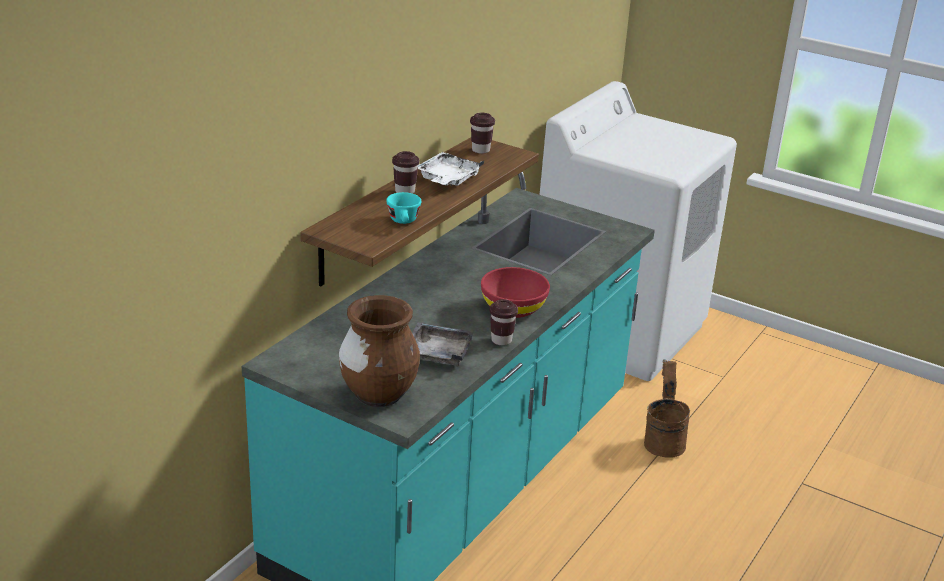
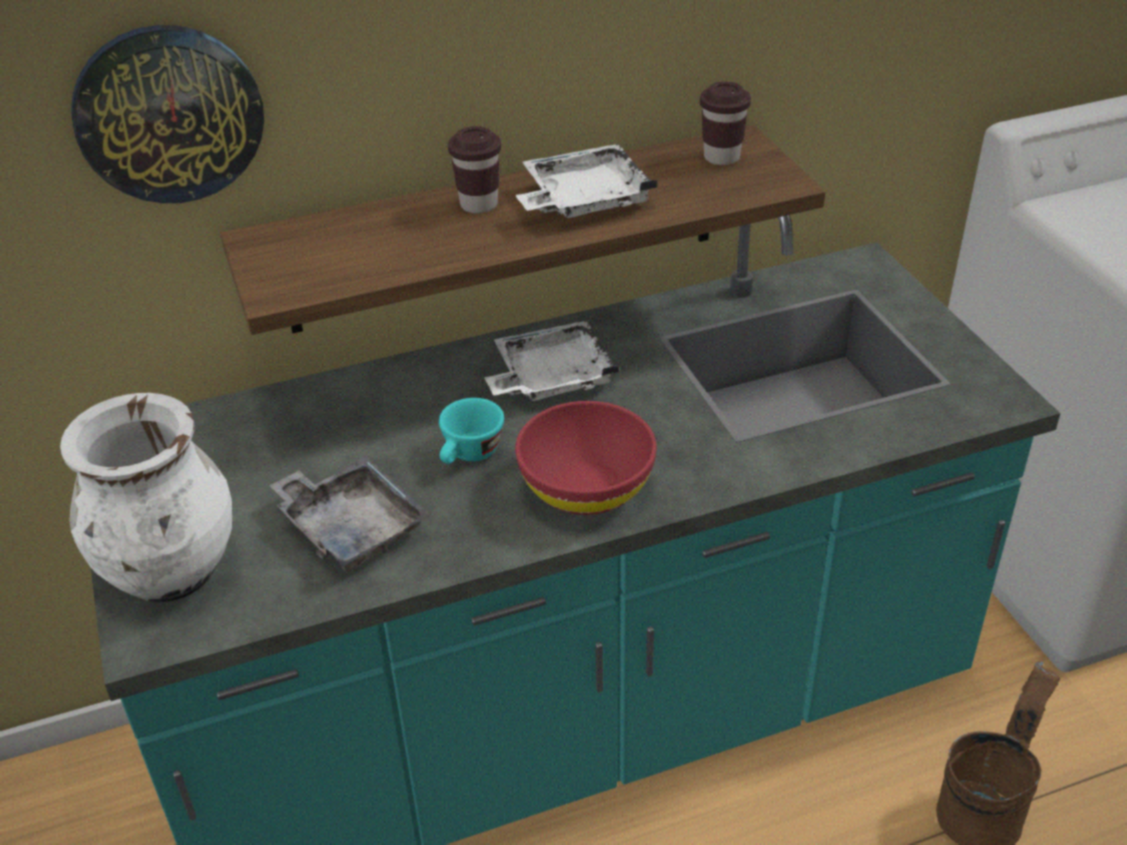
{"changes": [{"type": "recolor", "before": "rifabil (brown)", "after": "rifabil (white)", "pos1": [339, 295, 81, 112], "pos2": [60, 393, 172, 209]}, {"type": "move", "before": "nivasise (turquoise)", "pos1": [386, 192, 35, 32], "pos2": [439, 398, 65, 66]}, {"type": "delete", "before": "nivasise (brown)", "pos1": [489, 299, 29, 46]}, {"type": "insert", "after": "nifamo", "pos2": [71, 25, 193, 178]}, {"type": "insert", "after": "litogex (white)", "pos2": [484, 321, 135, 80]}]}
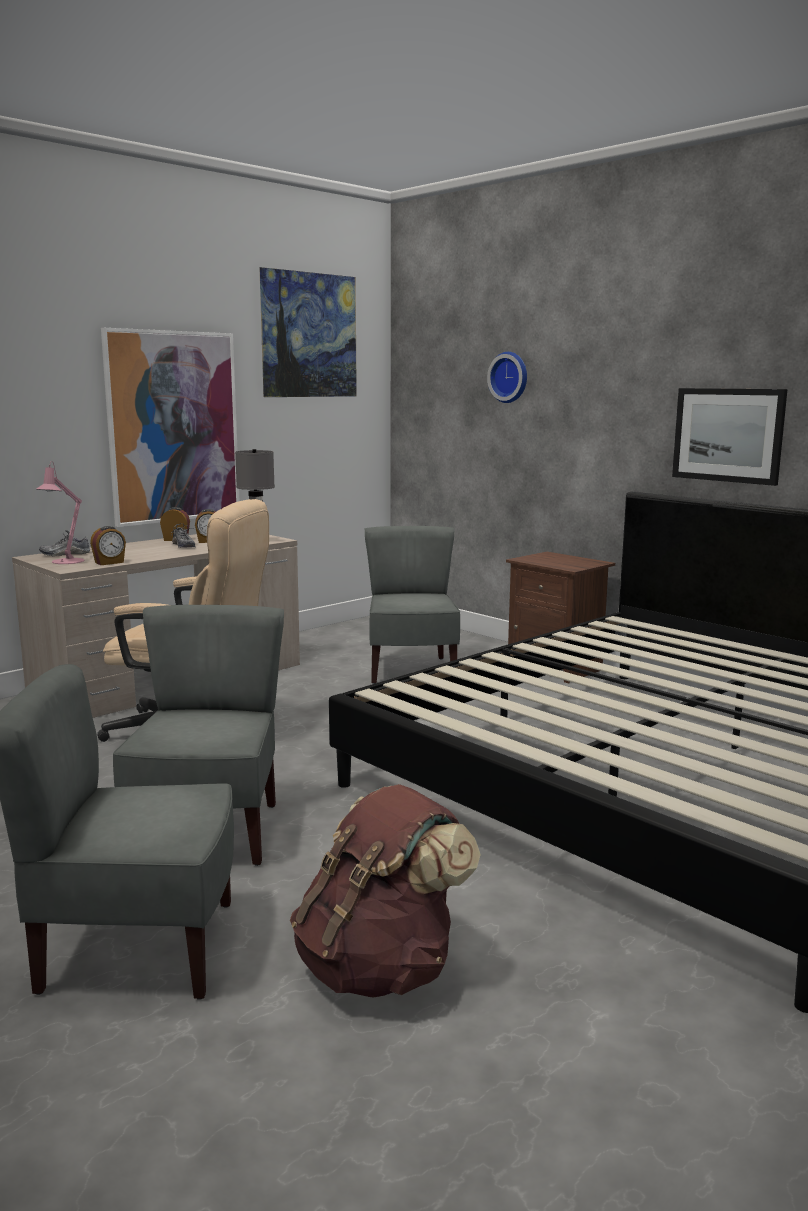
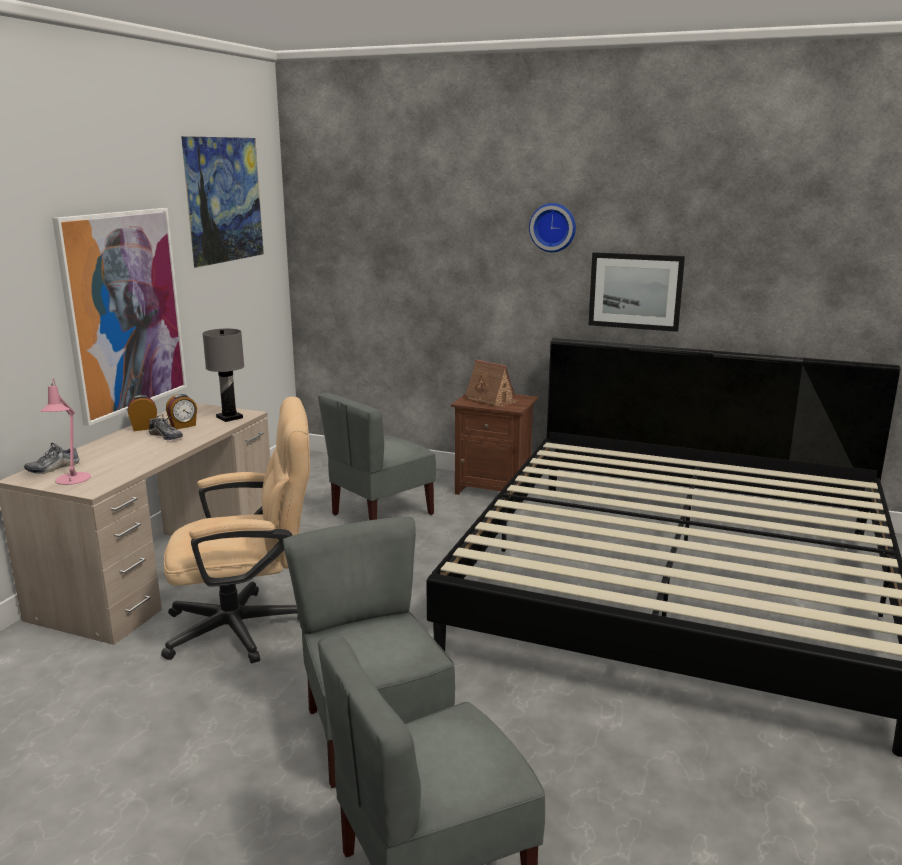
{"changes": [{"type": "delete", "before": "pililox", "pos1": [90, 526, 36, 39]}, {"type": "delete", "before": "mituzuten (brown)", "pos1": [290, 784, 191, 213]}, {"type": "rotate", "before": "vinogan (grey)", "pos1": [365, 526, 95, 158], "pos2": [318, 393, 118, 127], "turn": -105}, {"type": "move", "before": "nifamo", "pos1": [487, 352, 40, 51], "pos2": [529, 203, 47, 49]}, {"type": "insert", "after": "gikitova", "pos2": [465, 360, 54, 47]}]}
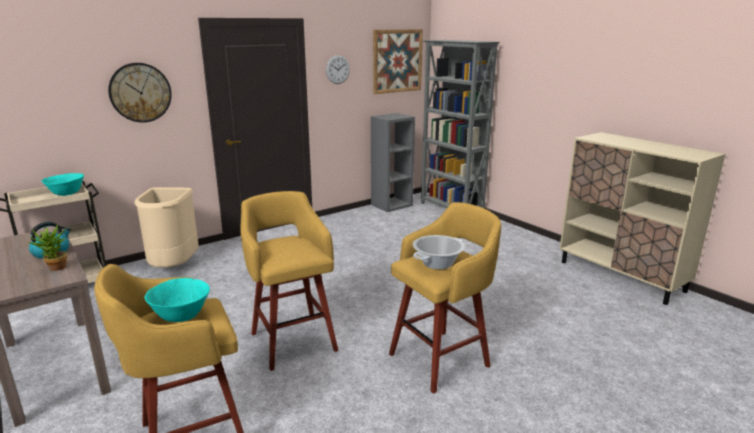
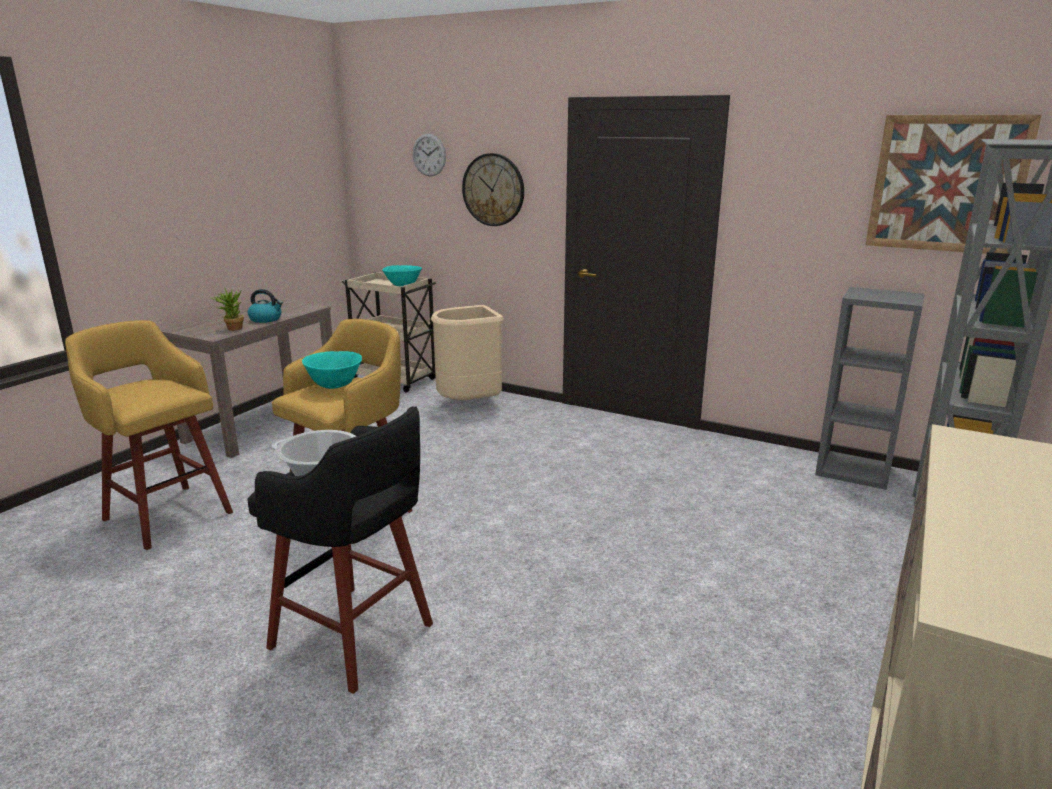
{"changes": [{"type": "move", "before": "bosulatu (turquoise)", "pos1": [145, 278, 65, 44], "pos2": [302, 351, 60, 38]}, {"type": "move", "before": "nifamo", "pos1": [326, 55, 24, 29], "pos2": [413, 134, 33, 42]}, {"type": "recolor", "before": "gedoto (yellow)", "after": "gedoto (black)", "pos1": [389, 202, 112, 192], "pos2": [247, 406, 186, 288]}]}
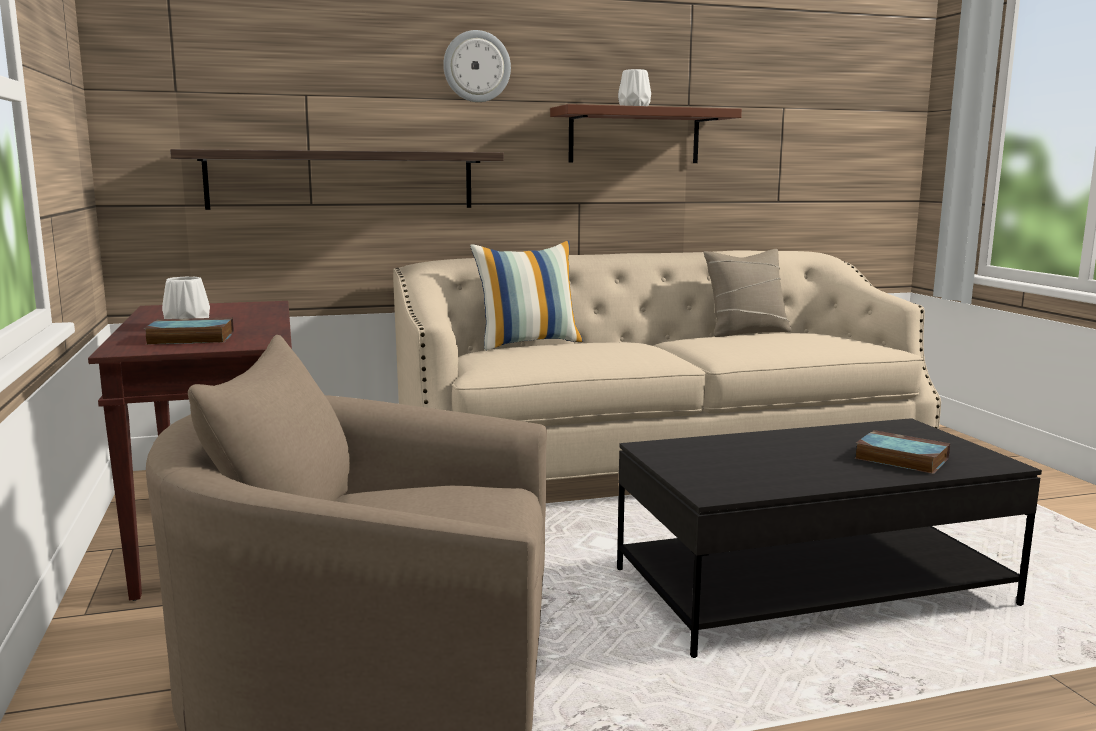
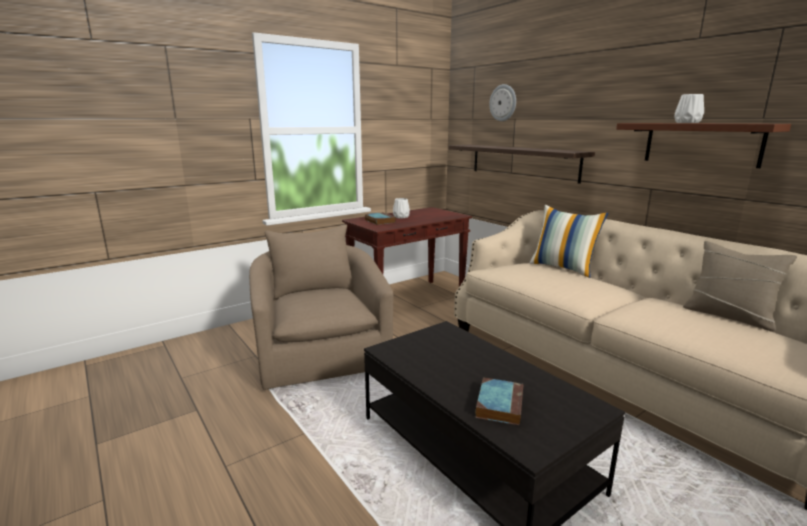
{"changes": [{"type": "move", "before": "nifamo", "pos1": [443, 30, 68, 72], "pos2": [489, 84, 27, 37]}]}
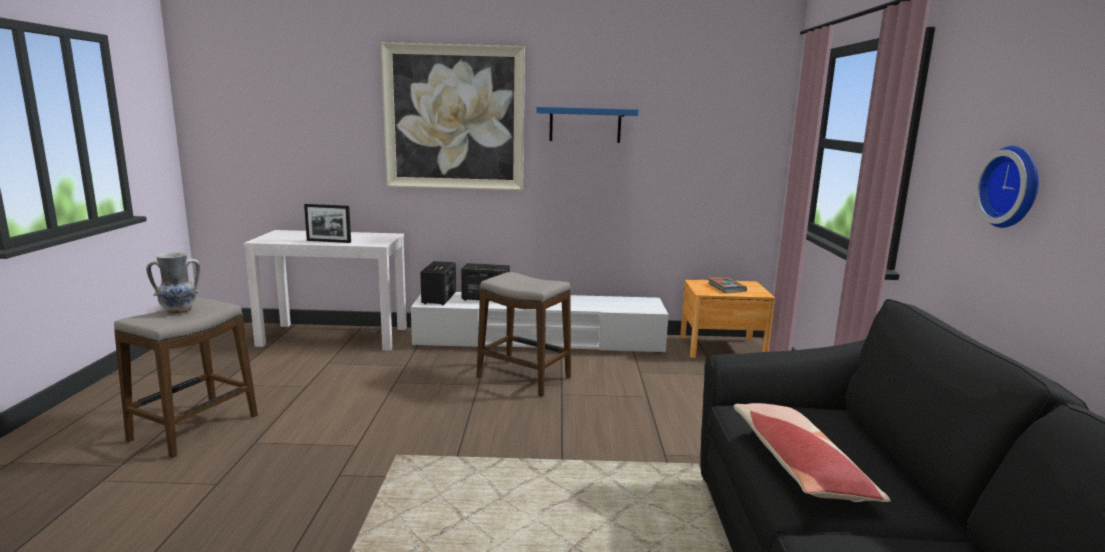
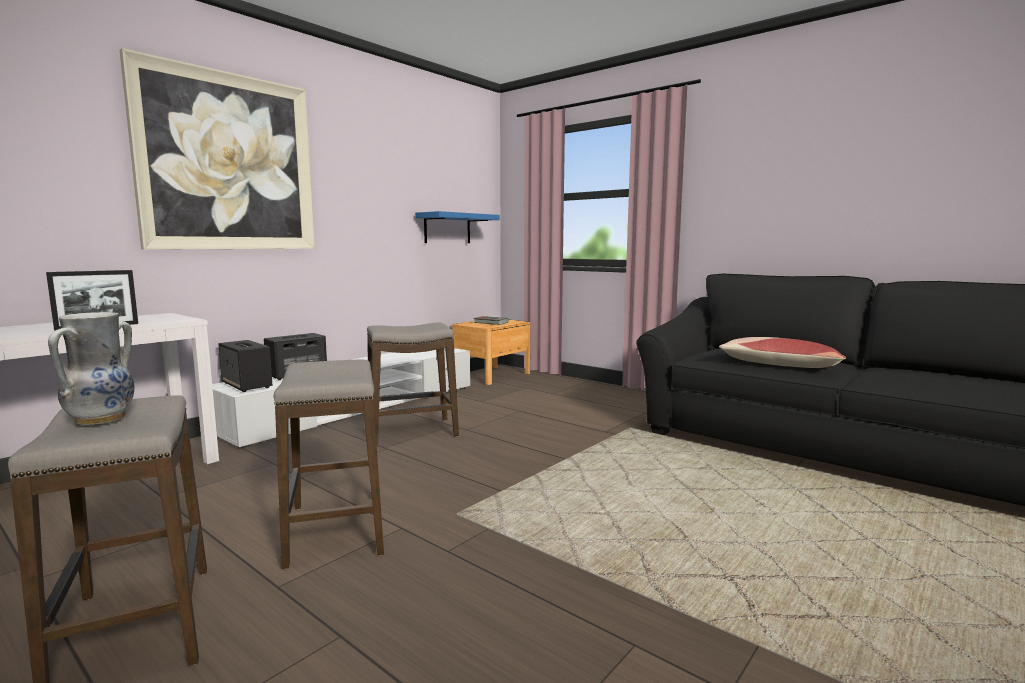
{"changes": [{"type": "move", "before": "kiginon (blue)", "pos1": [536, 107, 103, 36], "pos2": [415, 211, 85, 32]}, {"type": "delete", "before": "nifamo", "pos1": [974, 146, 65, 82]}, {"type": "insert", "after": "gedoto", "pos2": [274, 360, 110, 209]}]}
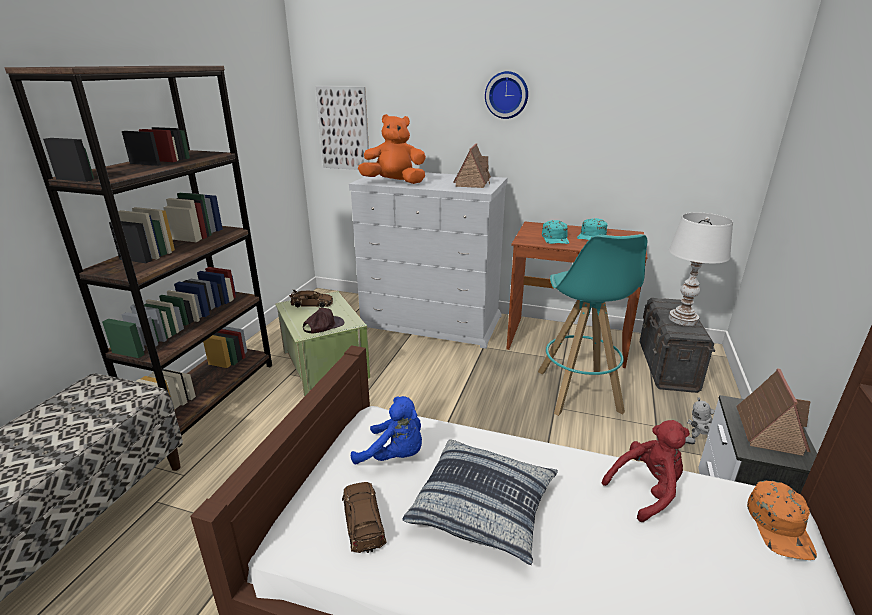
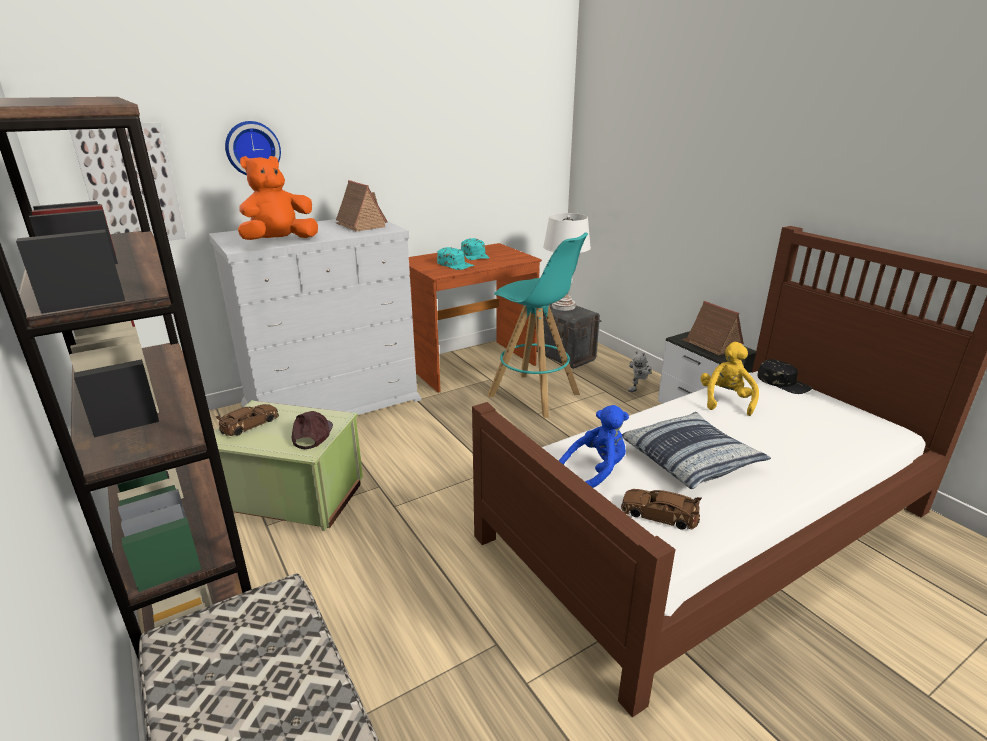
{"changes": [{"type": "move", "before": "nifamo", "pos1": [485, 71, 43, 48], "pos2": [225, 121, 56, 54]}, {"type": "recolor", "before": "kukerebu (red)", "after": "kukerebu (yellow)", "pos1": [601, 420, 89, 102], "pos2": [701, 342, 58, 74]}, {"type": "recolor", "before": "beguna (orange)", "after": "beguna (black)", "pos1": [747, 481, 70, 79], "pos2": [757, 359, 56, 35]}]}
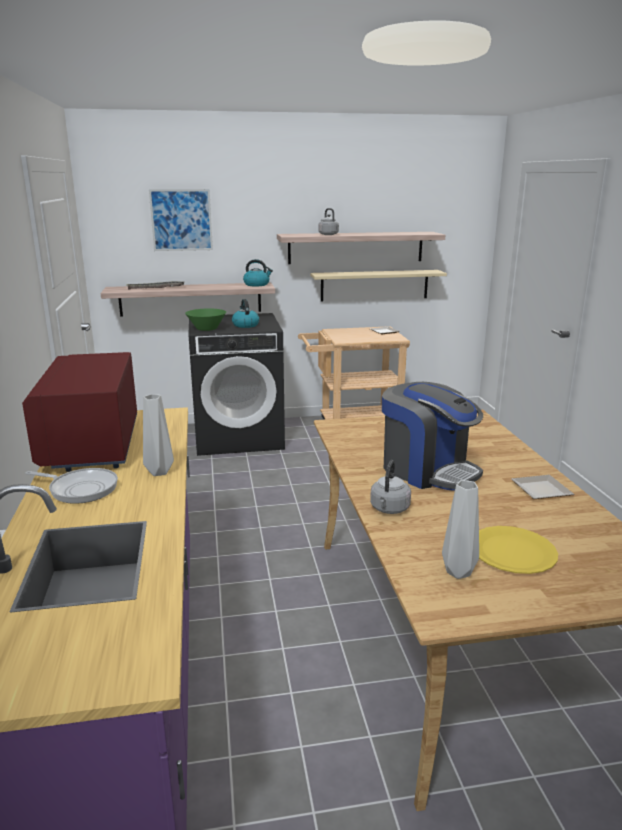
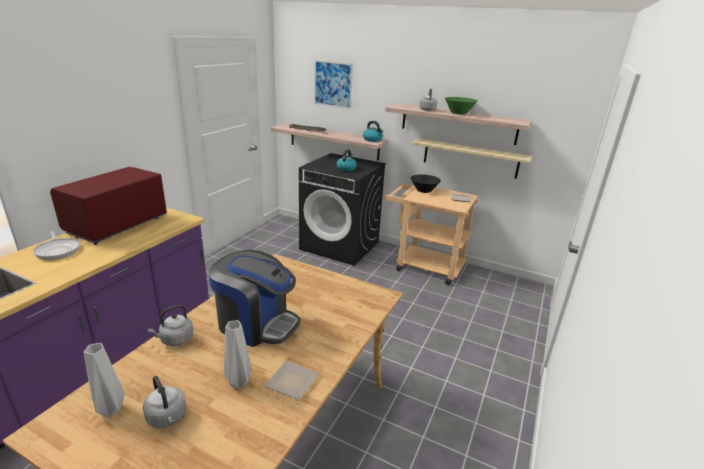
{"changes": [{"type": "move", "before": "rifabil (grey)", "pos1": [143, 394, 31, 82], "pos2": [224, 320, 27, 69]}, {"type": "move", "before": "bosulatu (green)", "pos1": [185, 308, 41, 23], "pos2": [445, 97, 33, 17]}, {"type": "rotate", "before": "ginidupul", "pos1": [382, 382, 101, 109], "pos2": [208, 250, 93, 97], "turn": -60}, {"type": "replace", "before": "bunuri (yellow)", "after": "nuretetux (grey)", "pos1": [479, 526, 79, 48], "pos2": [143, 376, 43, 52]}, {"type": "insert", "after": "bosulatu (black)", "pos2": [411, 174, 30, 19]}]}
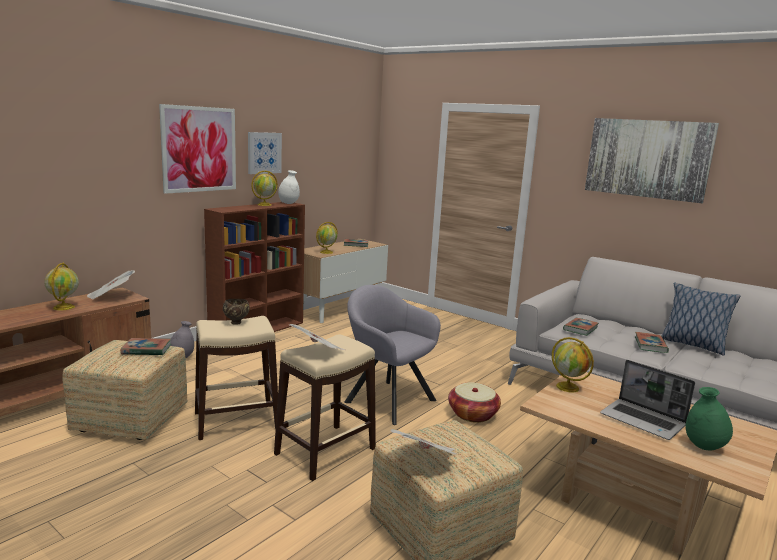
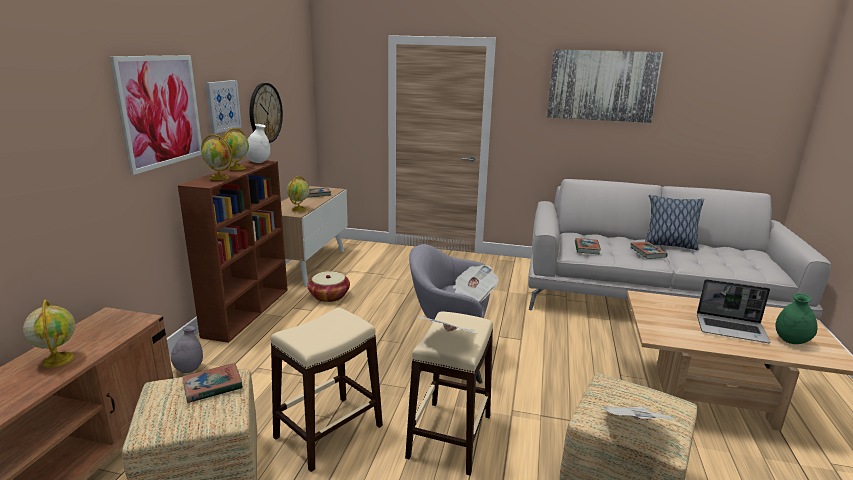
{"changes": [{"type": "move", "before": "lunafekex", "pos1": [87, 270, 48, 30], "pos2": [453, 265, 46, 37]}, {"type": "delete", "before": "bosulatu (brown)", "pos1": [223, 299, 27, 26]}, {"type": "move", "before": "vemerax", "pos1": [448, 382, 53, 41], "pos2": [307, 271, 43, 31]}, {"type": "move", "before": "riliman", "pos1": [552, 337, 42, 56], "pos2": [201, 135, 31, 45]}, {"type": "insert", "after": "nifamo", "pos2": [249, 83, 34, 60]}]}
